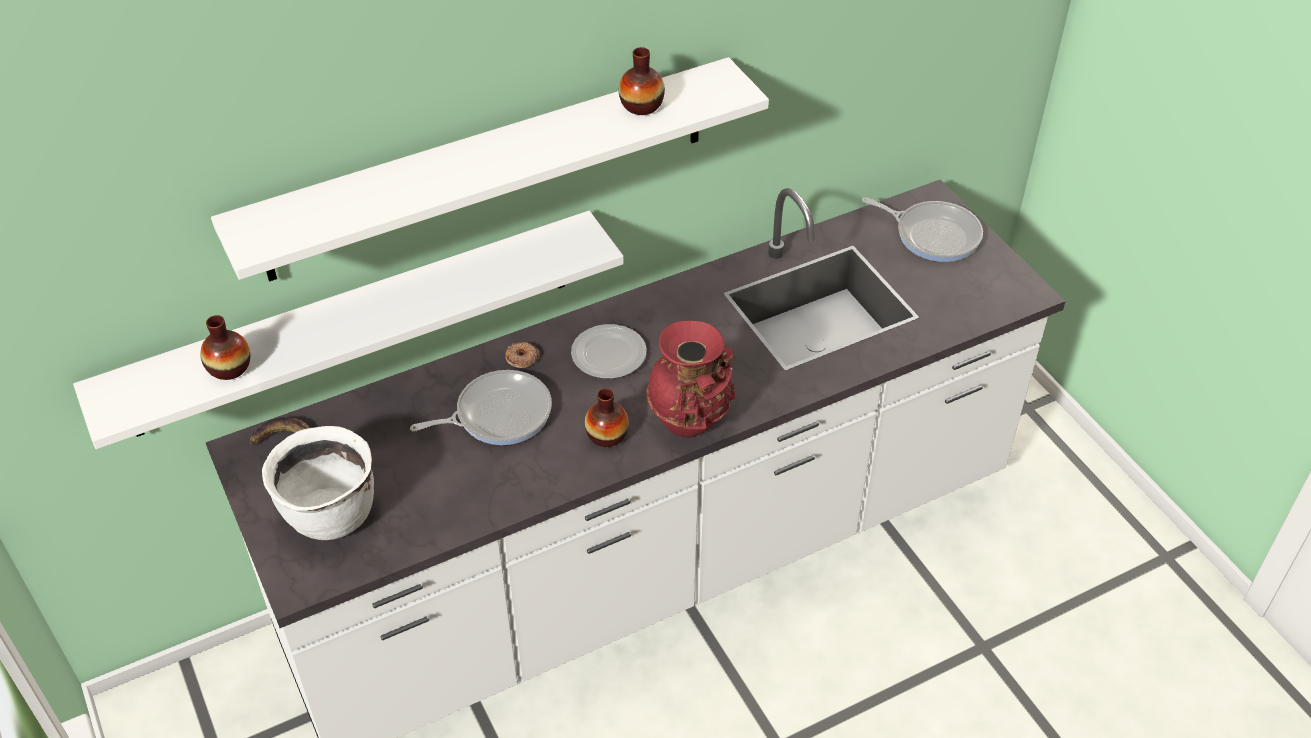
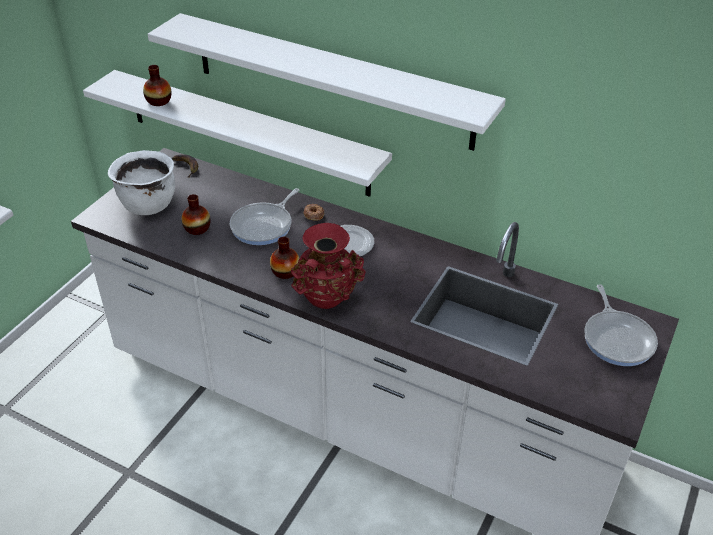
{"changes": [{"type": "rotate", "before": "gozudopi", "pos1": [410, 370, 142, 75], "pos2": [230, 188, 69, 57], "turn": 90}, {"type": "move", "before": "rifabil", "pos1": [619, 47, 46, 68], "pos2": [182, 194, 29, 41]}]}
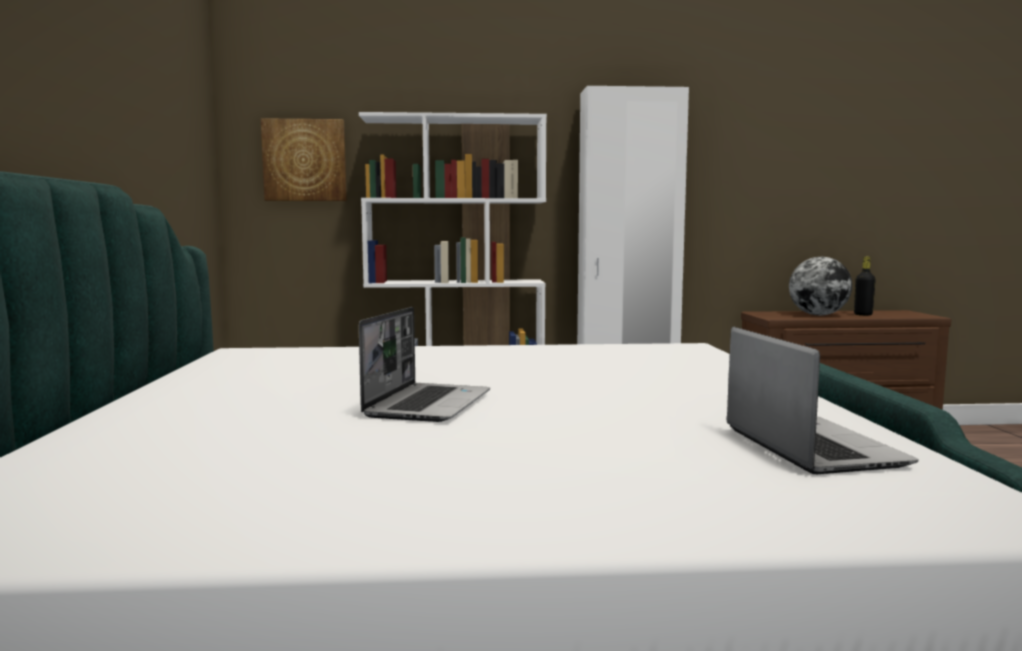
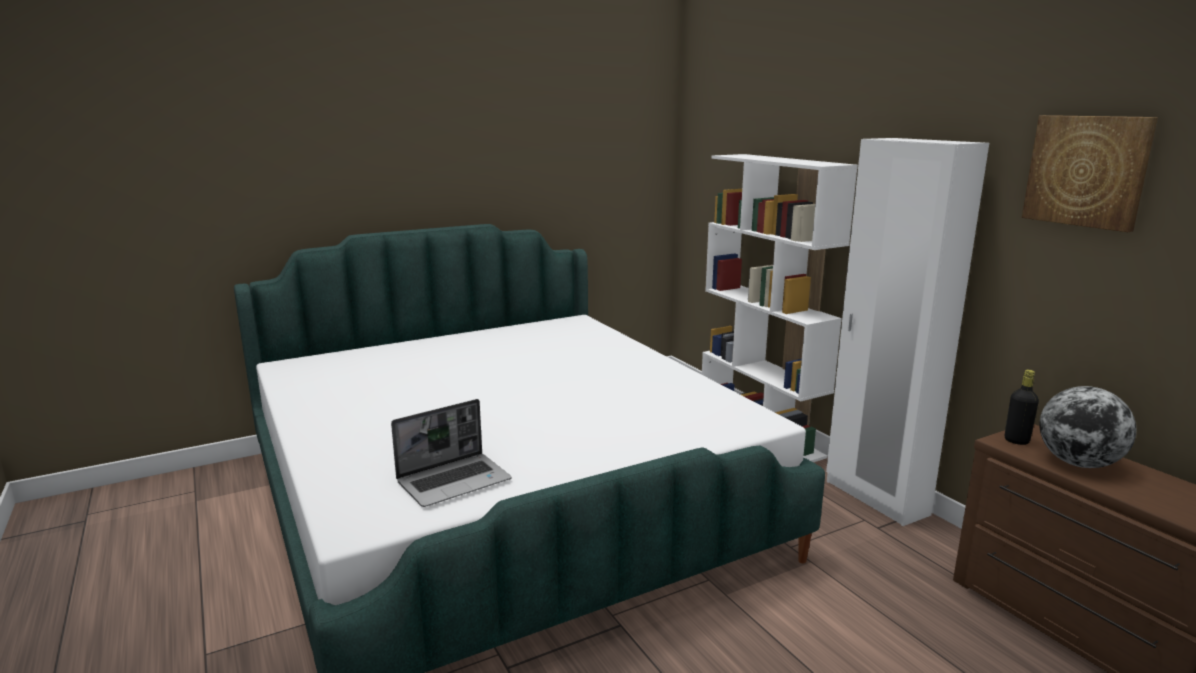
{"changes": [{"type": "move", "before": "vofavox", "pos1": [261, 118, 86, 83], "pos2": [1022, 115, 136, 117]}, {"type": "delete", "before": "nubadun", "pos1": [359, 307, 131, 115]}, {"type": "move", "before": "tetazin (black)", "pos1": [854, 256, 22, 60], "pos2": [1005, 370, 34, 75]}]}
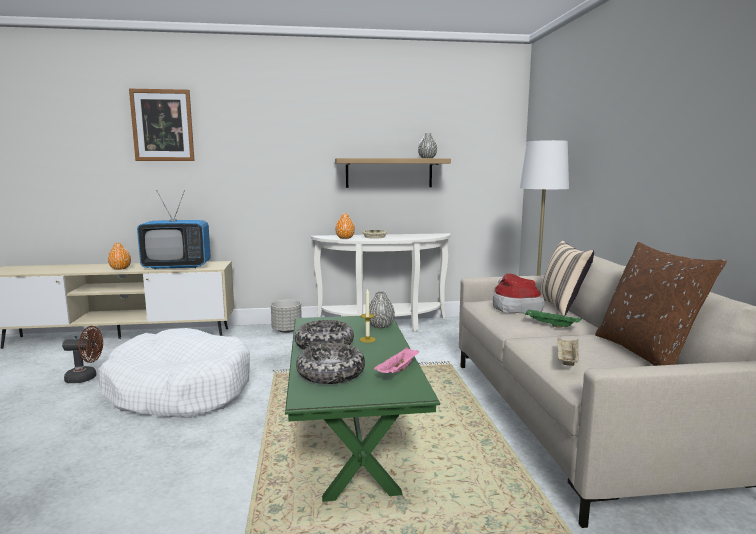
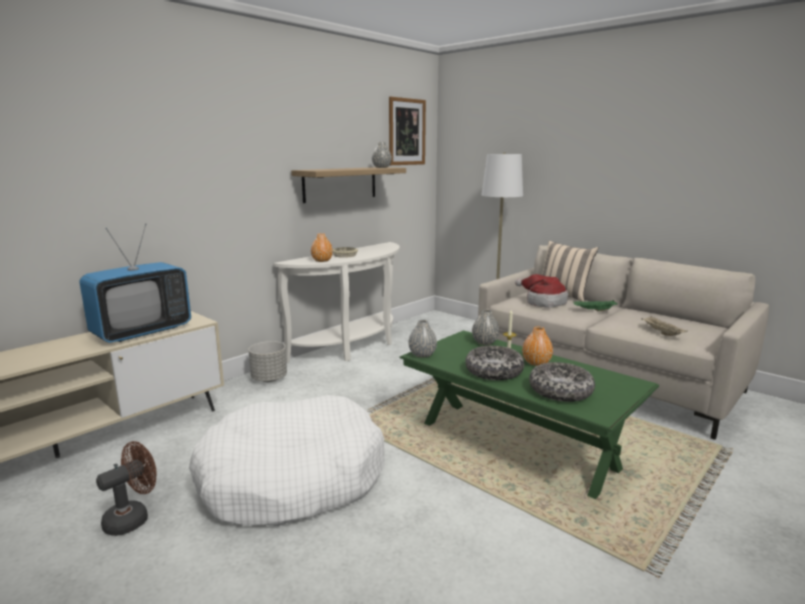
{"changes": [{"type": "move", "before": "rifabil (orange)", "pos1": [108, 243, 23, 27], "pos2": [522, 327, 31, 39]}, {"type": "move", "before": "vofavox", "pos1": [129, 89, 65, 72], "pos2": [389, 97, 37, 68]}, {"type": "delete", "before": "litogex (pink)", "pos1": [374, 347, 45, 26]}, {"type": "delete", "before": "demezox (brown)", "pos1": [595, 242, 132, 124]}, {"type": "insert", "after": "rifabil (grey)", "pos2": [408, 320, 29, 38]}]}
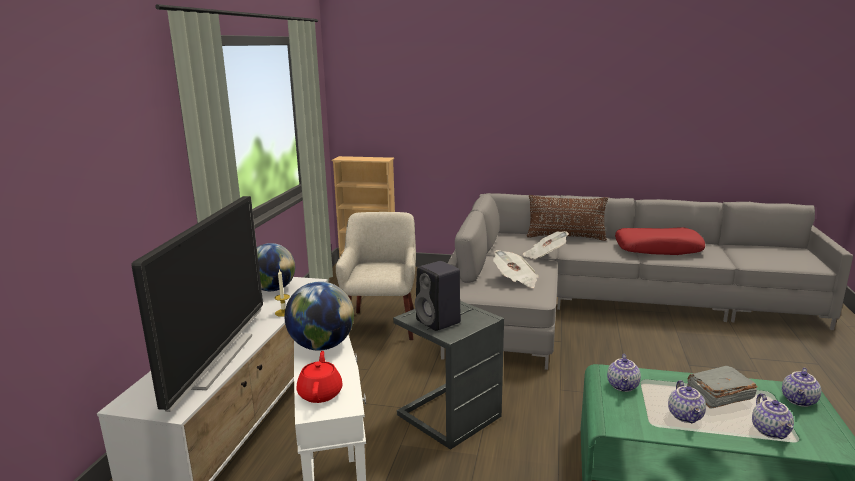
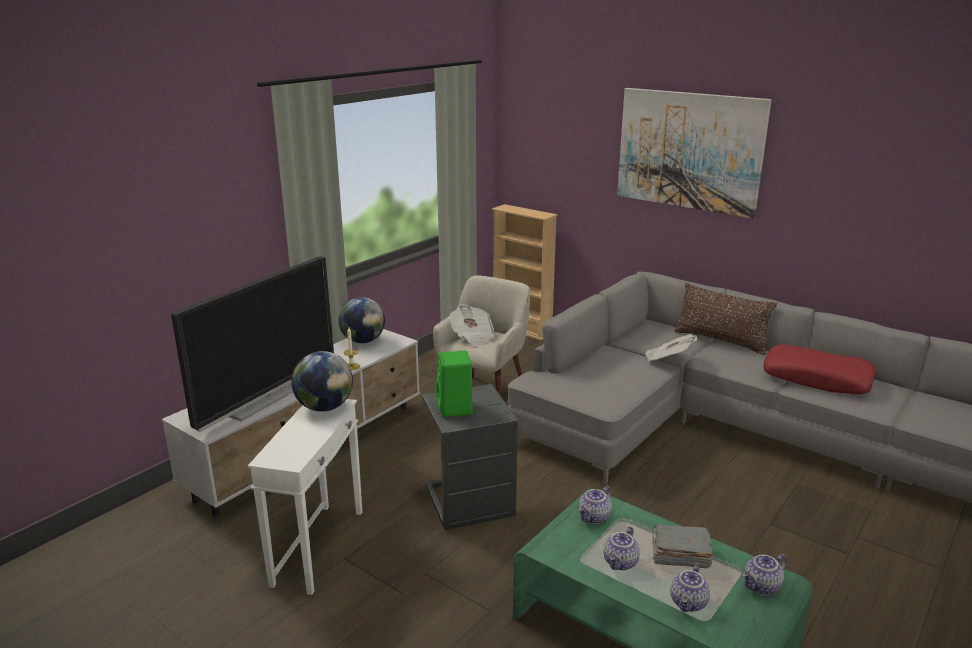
{"changes": [{"type": "delete", "before": "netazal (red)", "pos1": [297, 351, 46, 52]}, {"type": "recolor", "before": "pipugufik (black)", "after": "pipugufik (green)", "pos1": [415, 261, 46, 70], "pos2": [436, 351, 37, 66]}, {"type": "move", "before": "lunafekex", "pos1": [493, 250, 46, 38], "pos2": [450, 304, 45, 43]}, {"type": "insert", "after": "vofavox", "pos2": [617, 88, 155, 131]}]}
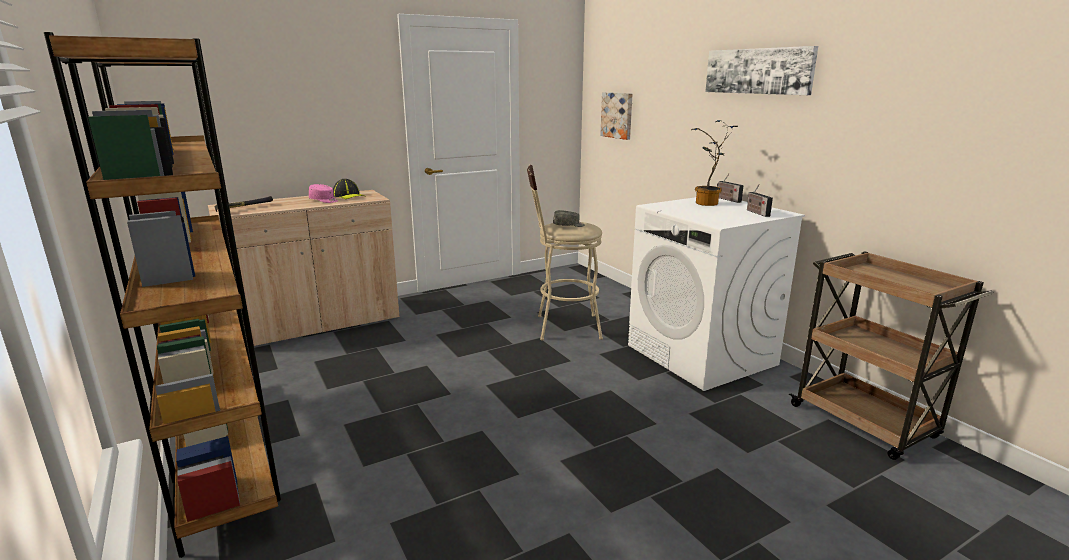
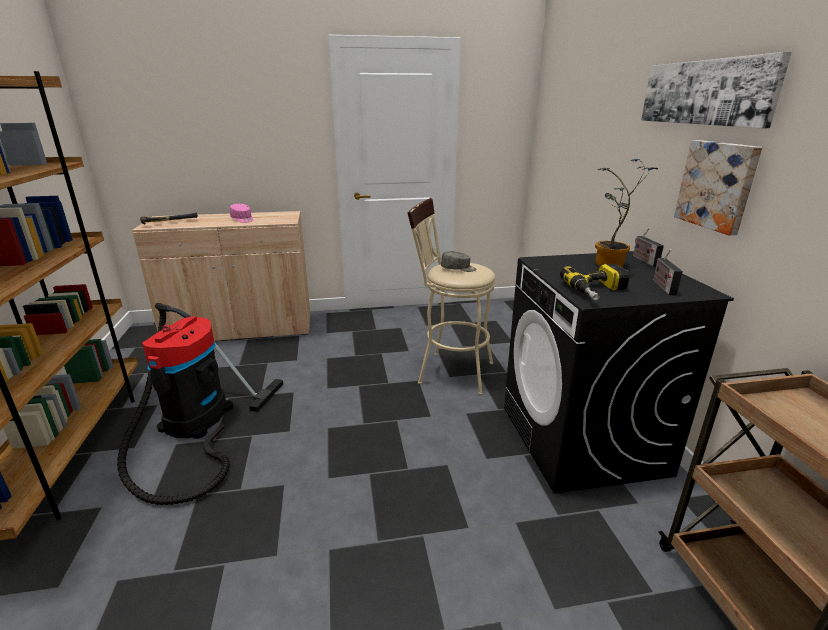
{"changes": [{"type": "delete", "before": "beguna", "pos1": [333, 179, 34, 20]}, {"type": "move", "before": "vofavox", "pos1": [600, 92, 32, 48], "pos2": [674, 140, 88, 95]}, {"type": "recolor", "before": "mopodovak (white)", "after": "mopodovak (black)", "pos1": [628, 197, 177, 194], "pos2": [504, 251, 230, 242]}, {"type": "insert", "after": "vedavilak", "pos2": [117, 303, 166, 202]}, {"type": "insert", "after": "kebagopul", "pos2": [560, 264, 70, 37]}]}
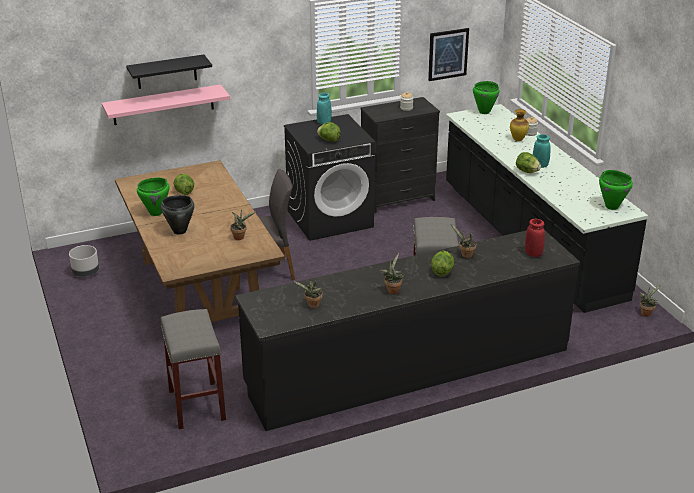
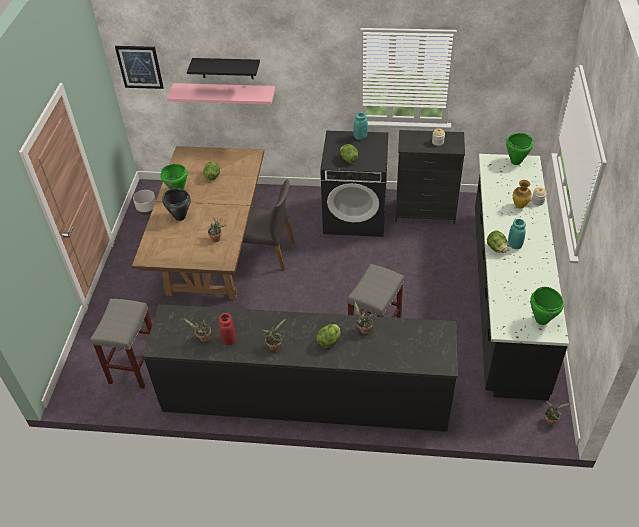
{"changes": [{"type": "move", "before": "vofavox", "pos1": [428, 28, 41, 53], "pos2": [115, 46, 49, 43]}, {"type": "move", "before": "rifabil (red)", "pos1": [525, 219, 20, 38], "pos2": [219, 313, 17, 32]}]}
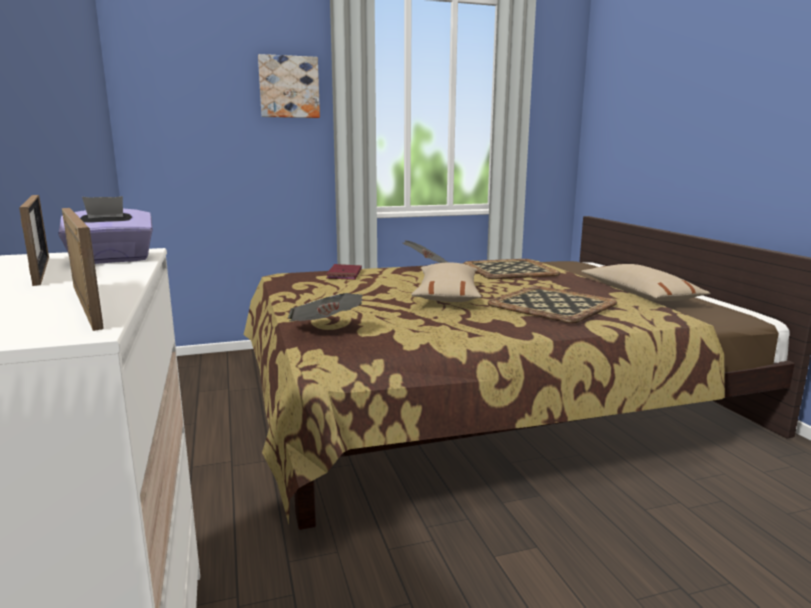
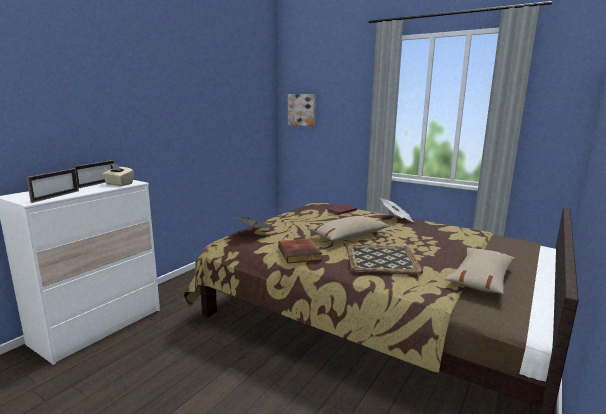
{"changes": [{"type": "recolor", "before": "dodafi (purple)", "after": "dodafi (beige)", "pos1": [58, 196, 95, 68], "pos2": [102, 163, 32, 23]}, {"type": "move", "before": "vofavox", "pos1": [258, 54, 62, 64], "pos2": [288, 94, 27, 32]}, {"type": "delete", "before": "litogex", "pos1": [464, 259, 96, 20]}, {"type": "insert", "after": "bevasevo", "pos2": [279, 239, 43, 25]}]}
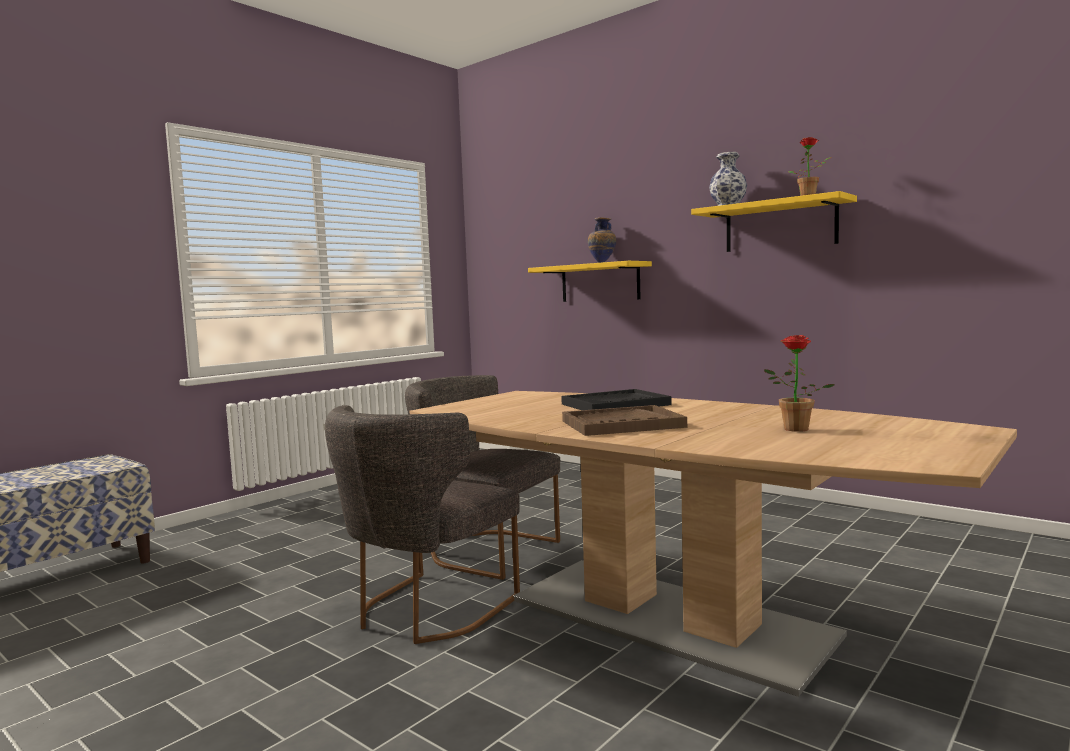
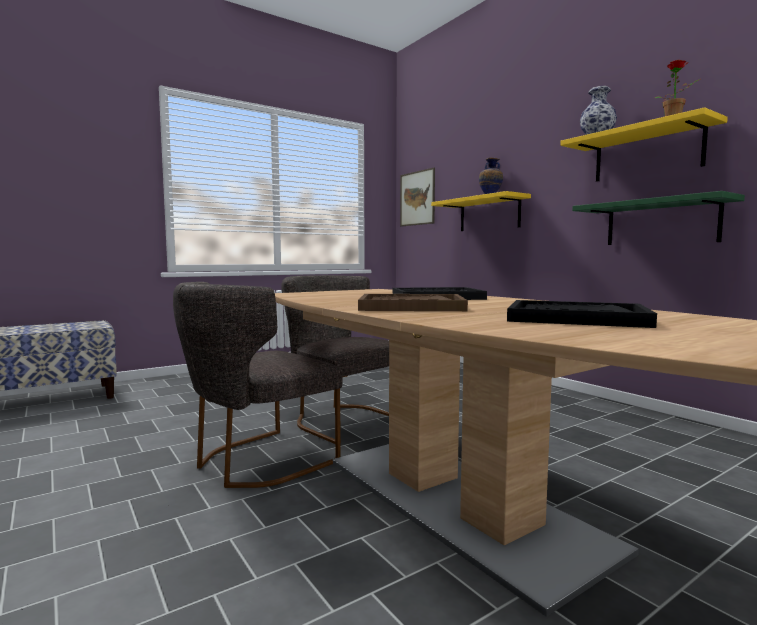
{"changes": [{"type": "replace", "before": "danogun", "after": "litogex (black)", "pos1": [764, 335, 71, 97], "pos2": [507, 300, 150, 28]}, {"type": "insert", "after": "vofavox", "pos2": [400, 167, 35, 60]}, {"type": "insert", "after": "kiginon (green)", "pos2": [572, 191, 173, 54]}]}
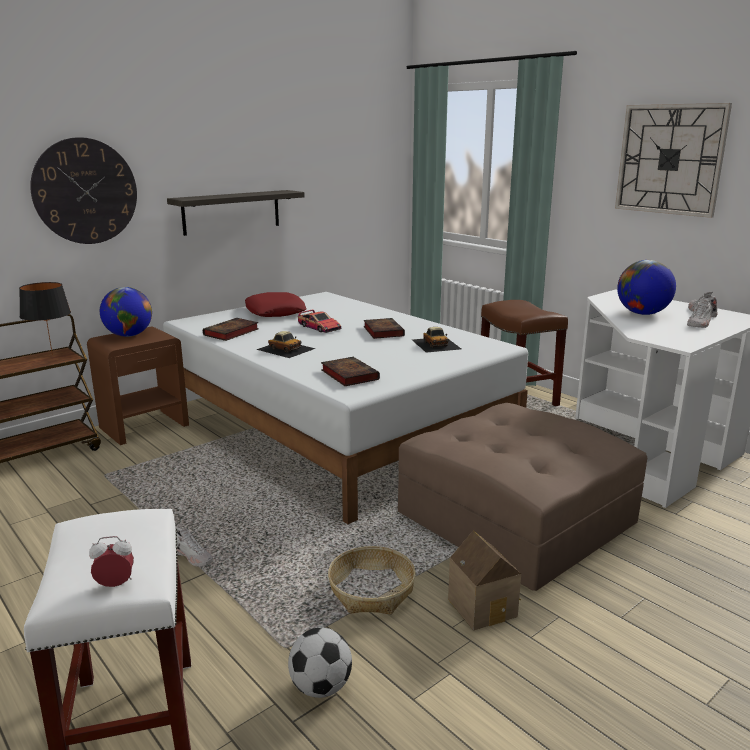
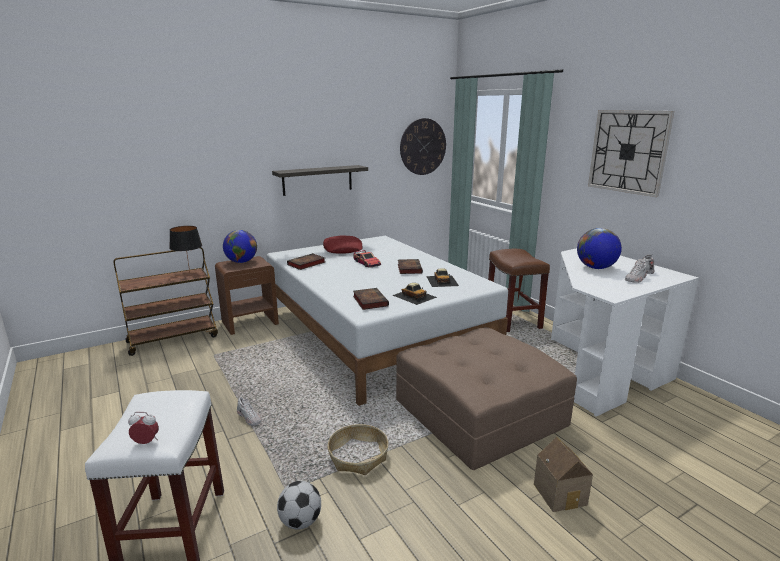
{"changes": [{"type": "move", "before": "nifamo", "pos1": [30, 137, 107, 107], "pos2": [400, 118, 46, 57]}, {"type": "move", "before": "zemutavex", "pos1": [256, 331, 60, 27], "pos2": [393, 283, 44, 22]}, {"type": "move", "before": "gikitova", "pos1": [448, 530, 73, 100], "pos2": [534, 437, 59, 75]}]}
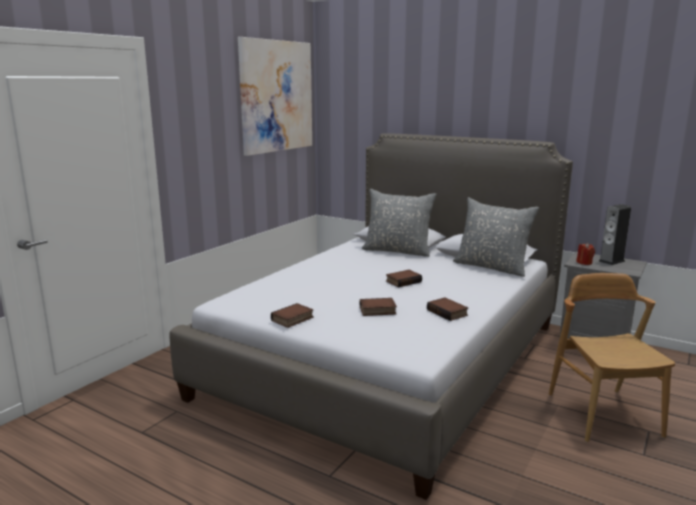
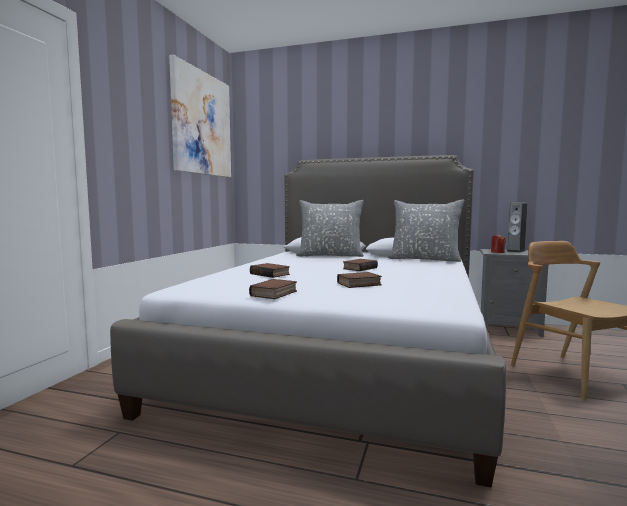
{"changes": [{"type": "move", "before": "bevasevo", "pos1": [427, 297, 41, 24], "pos2": [250, 263, 40, 15]}]}
